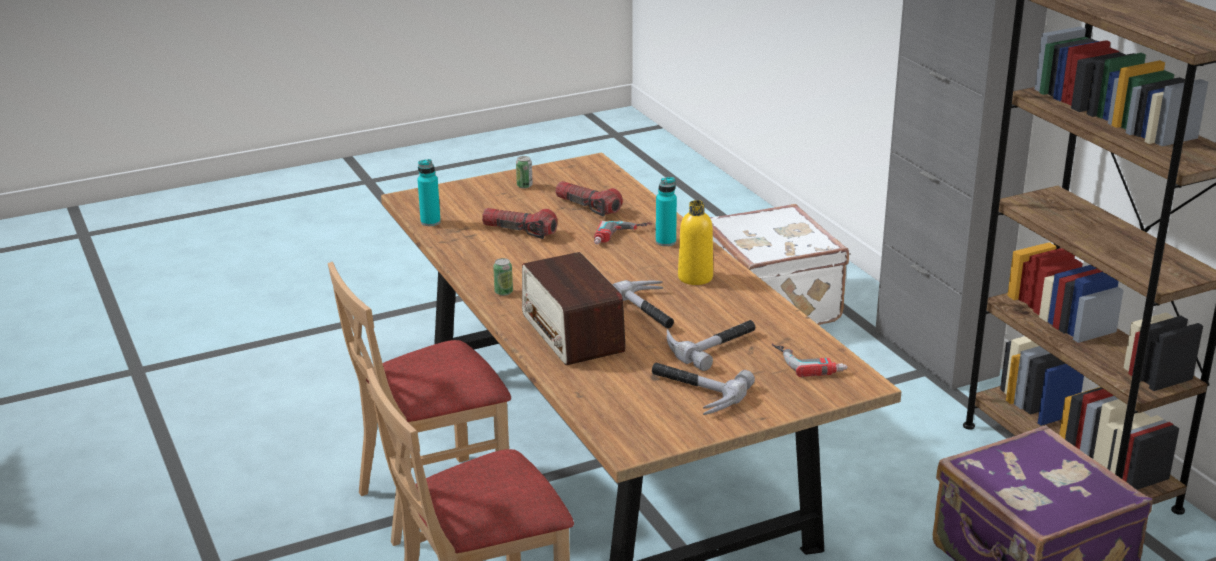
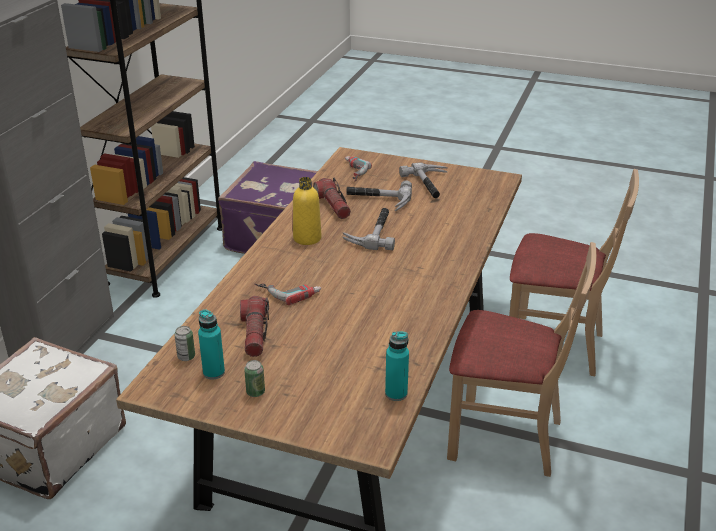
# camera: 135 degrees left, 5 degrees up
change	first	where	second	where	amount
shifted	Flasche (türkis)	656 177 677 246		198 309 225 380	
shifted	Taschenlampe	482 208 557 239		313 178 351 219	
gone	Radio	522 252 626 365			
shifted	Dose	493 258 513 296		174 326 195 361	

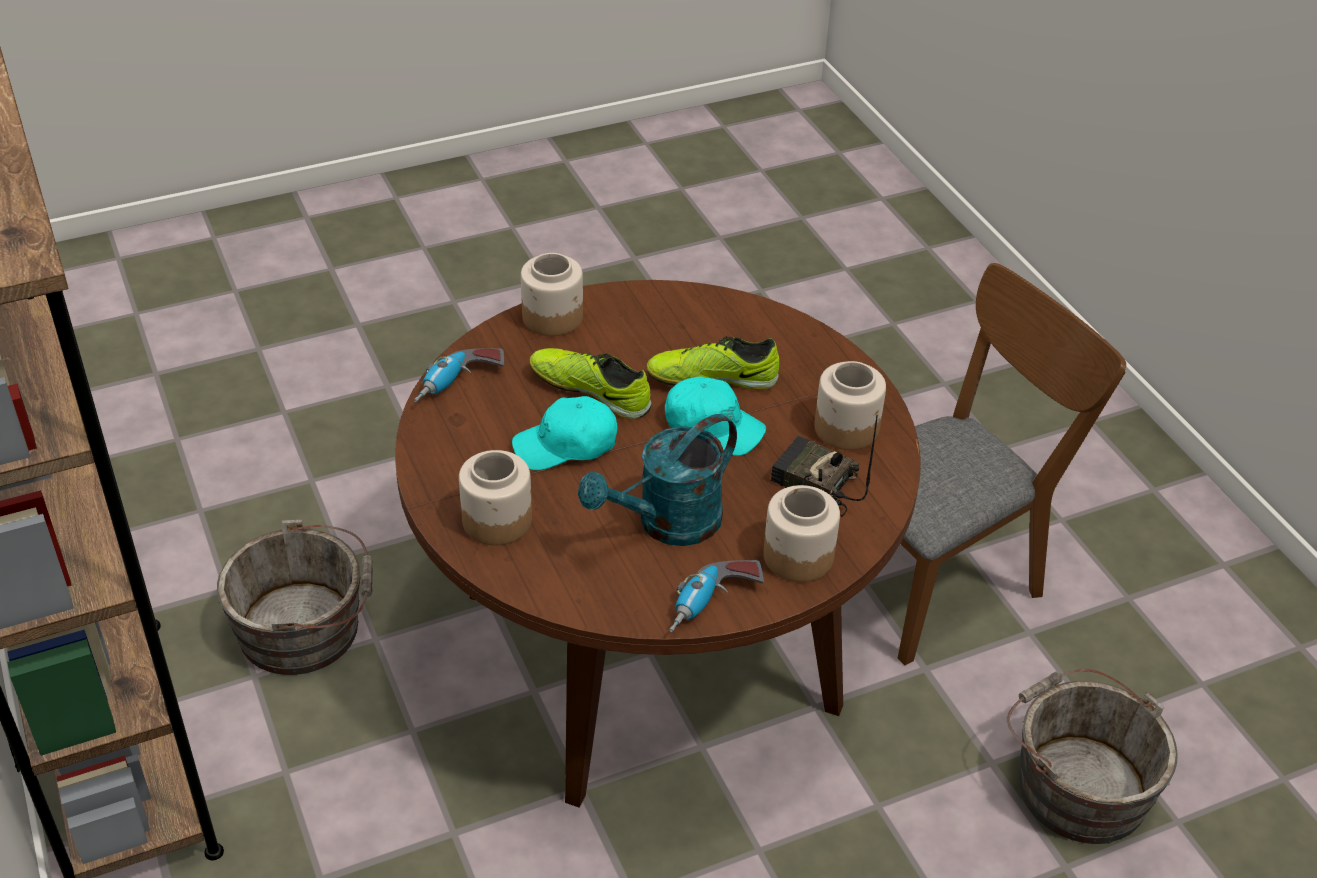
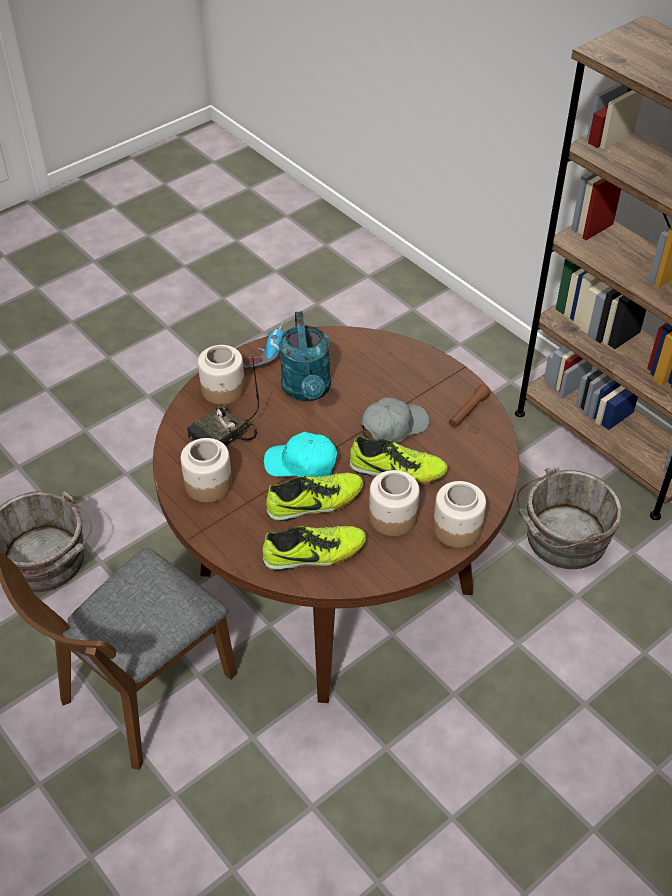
# camera: 165 degrees right, 5 degrees up
change	first	where	second	where	amount
gone	Bohrmaschine	414 348 504 402			
repainted	Kappe (türkis)	512 396 618 470	Kappe (grau)	361 397 429 443	
rotated	Gießkanne (türkis)	578 414 737 546		279 311 331 402	135 degrees clockwise
rotated	Radio	771 415 878 517		187 356 259 446	120 degrees clockwise
shifted	Vorratsglas	459 450 532 546		369 470 420 536	
new			Taschenlampe (braun)	449 384 490 428	
new			Schuh	262 526 366 571	

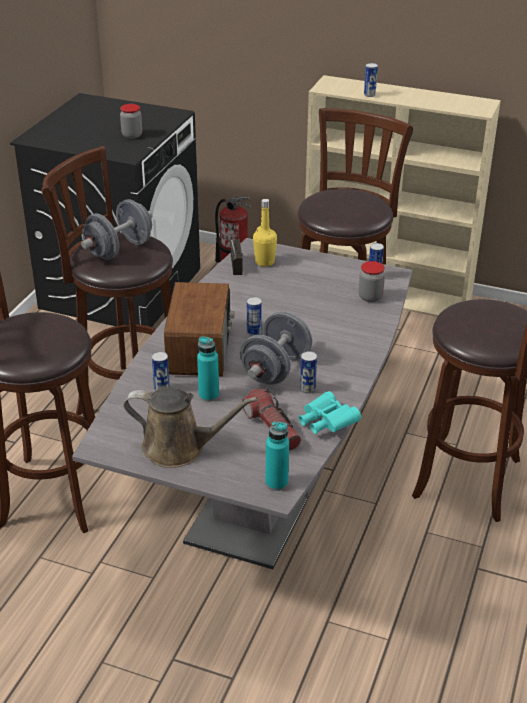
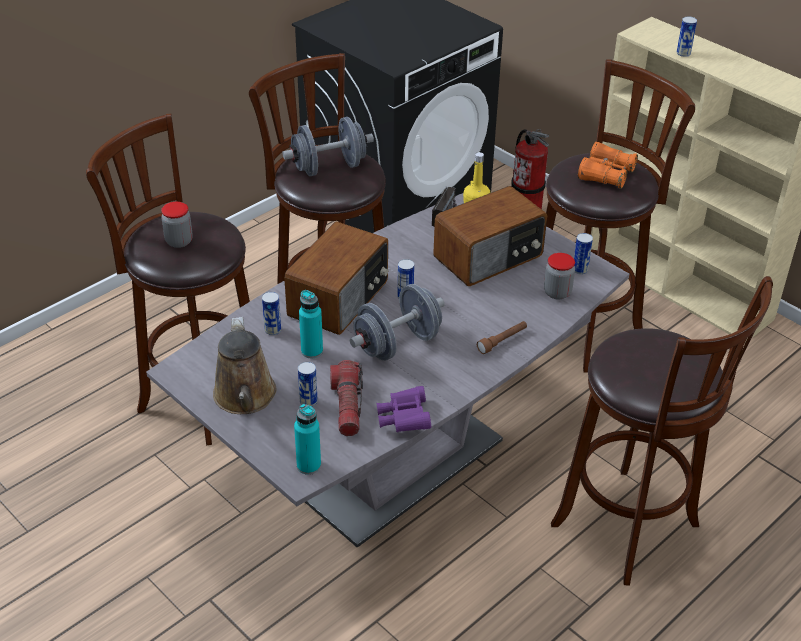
# camera: 25 degrees right, 5 degrees up
change	first	where	second	where	amount
shifted	Vorratsglas	120 104 142 139		161 202 193 248	
shifted	Dose	300 351 317 393		298 362 318 407	
rotated	Gießkanne (braun)	124 387 258 468		213 317 276 414	45 degrees clockwise
repainted	Fernglas (türkis)	299 391 361 434	Fernglas (lila)	376 386 431 432	
new			Fernglas (orange)	578 142 638 189	
new			Radio	433 186 547 286	
new			Taschenlampe (braun)	477 321 527 354	

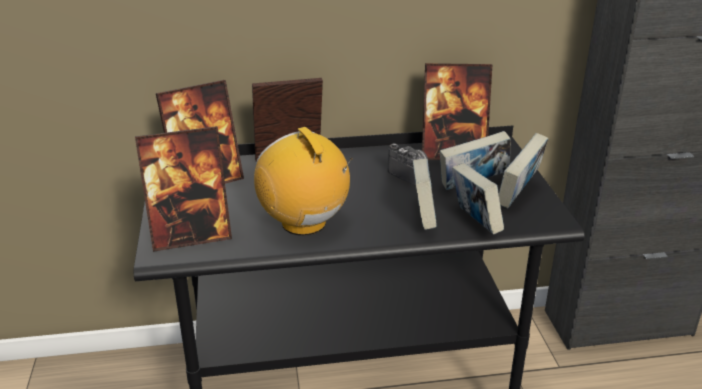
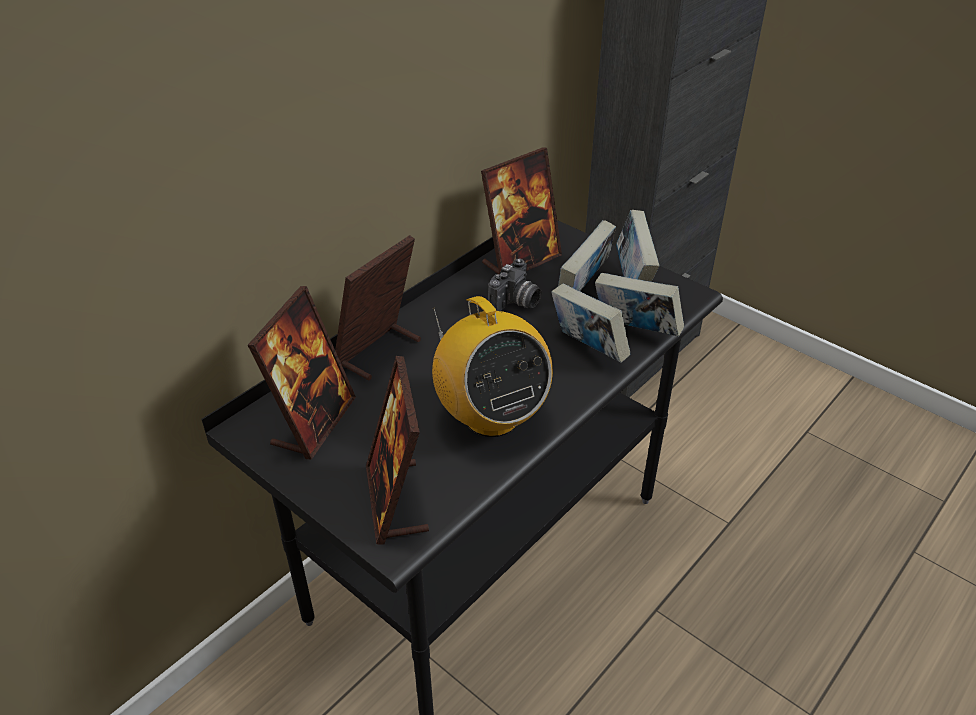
# camera: 40 degrees left, 10 degrees up
change	first	where	second	where	amount
rotated	Bilderrahmen	135 126 232 252		366 356 429 544	135 degrees clockwise
rotated	Radio	254 127 353 235		432 296 553 437	135 degrees counterclockwise
rotated	Kamera	388 143 428 186		488 259 541 311	120 degrees clockwise

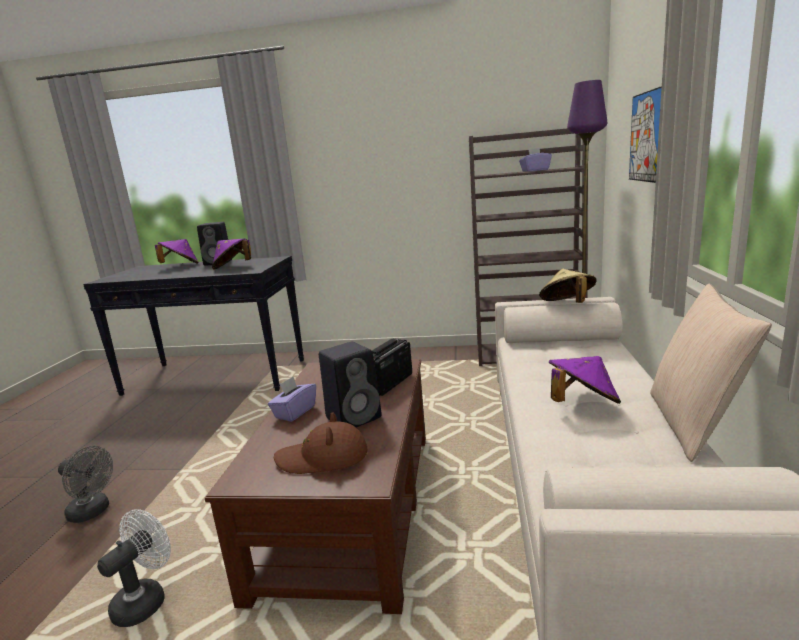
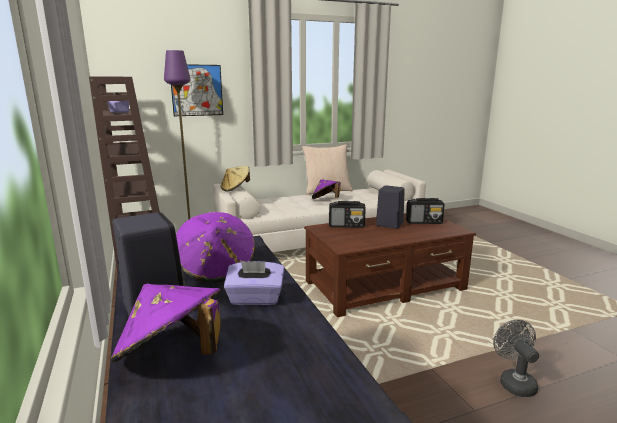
# camera: 120 degrees left, 0 degrees up
change	first	where	second	where	amount
shifted	Taschentuchbox (lila)	268 377 316 422		224 261 284 305	
swapped	Hut (braun)	274 412 367 474	Radio	406 198 445 224	
gone	Ventilator (weiß)	97 509 171 627			

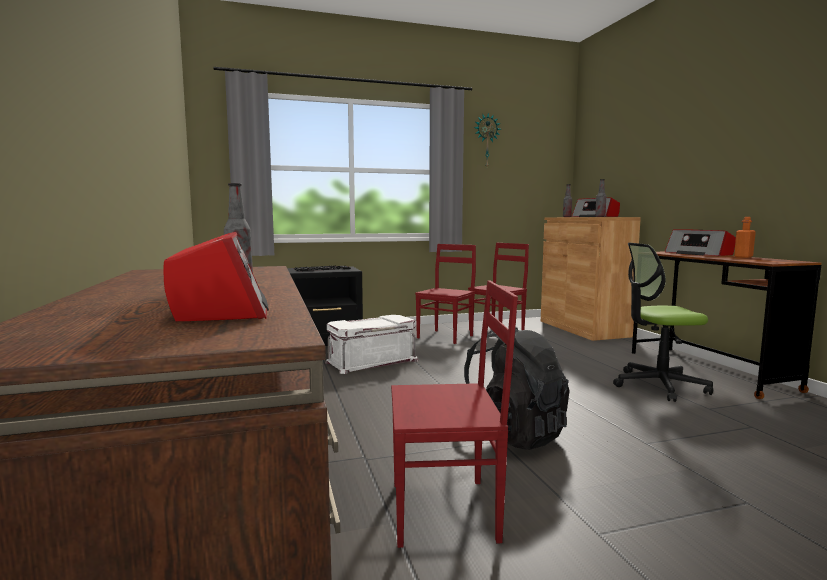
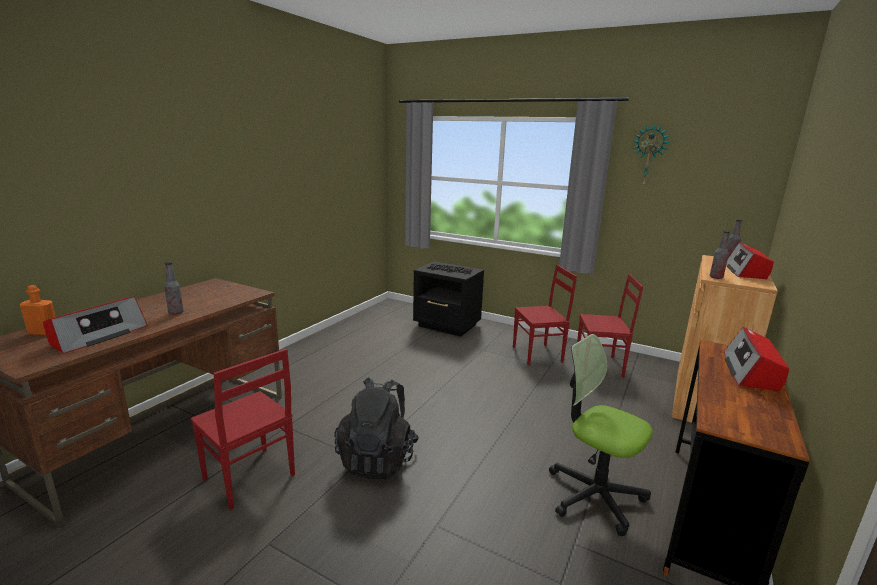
# camera: 45 degrees right, 10 degrees up
change	first	where	second	where	amount
shifted	Flasche (orange)	734 217 756 258		20 285 55 335	
gone	Aufbewahrungsbox (weiß)	325 315 418 374			

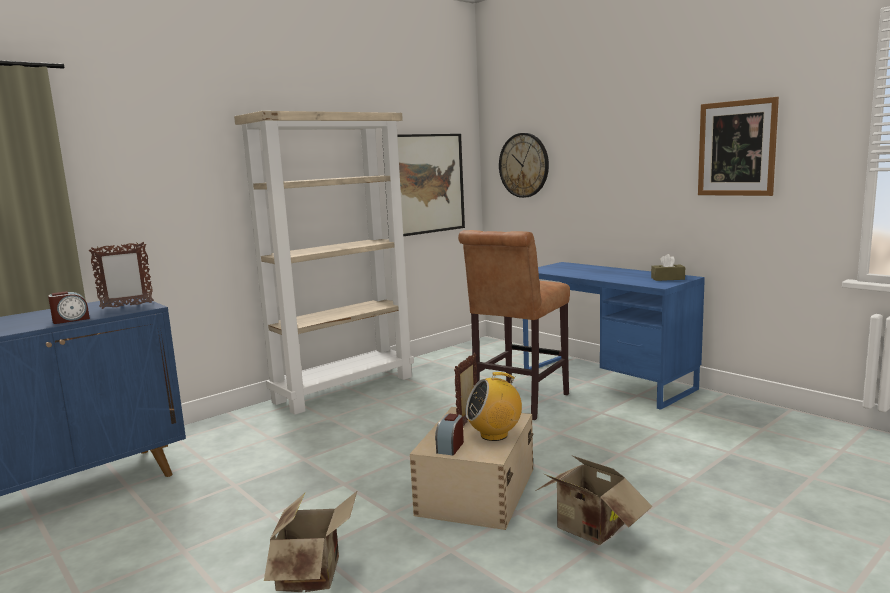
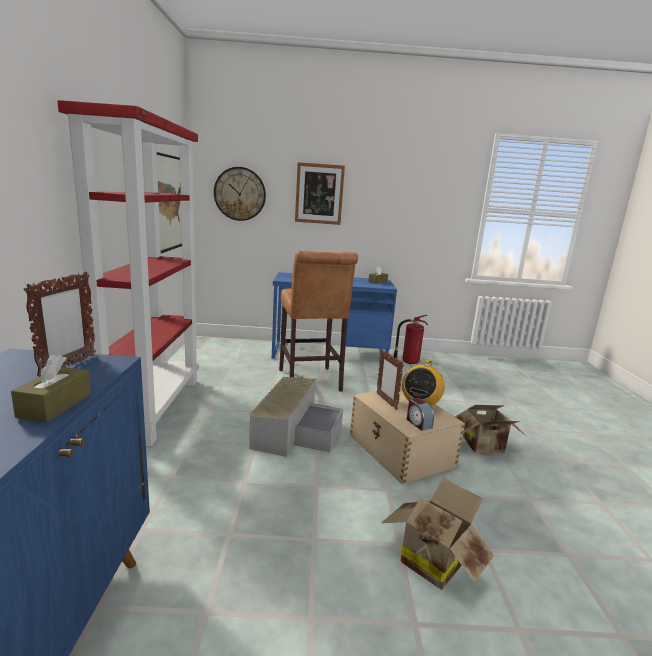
# camera: 50 degrees left, 5 degrees up
change	first	where	second	where	amount
shifted	Bild	698 97 779 196		295 162 345 225	
repainted	Bücherregal (beige)	234 111 414 415	Bücherregal (rot)	58 100 199 446	
swapped	Wecker	48 291 90 324	Taschentuchbox (braun)	11 354 91 422	
new			Feuerlöscher	394 315 428 365	
new			Aufbewahrungsbox (grau)	249 377 343 457	

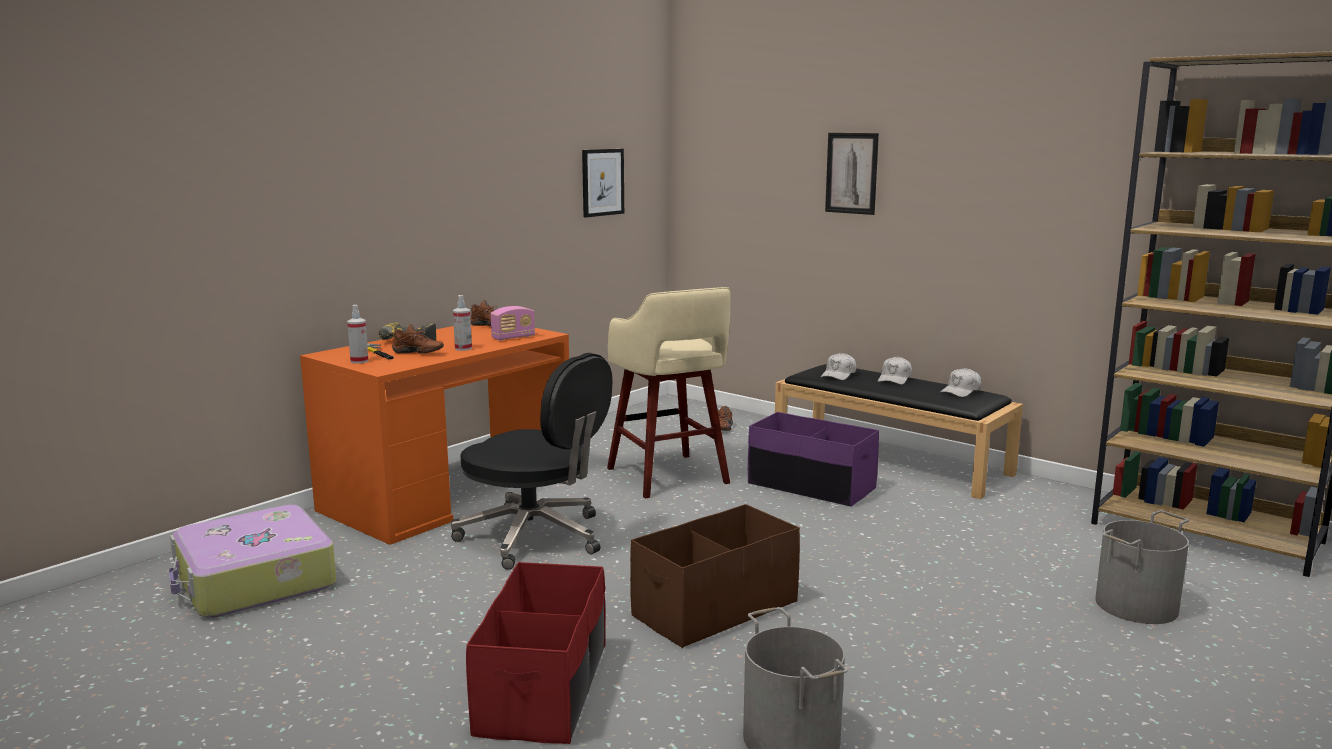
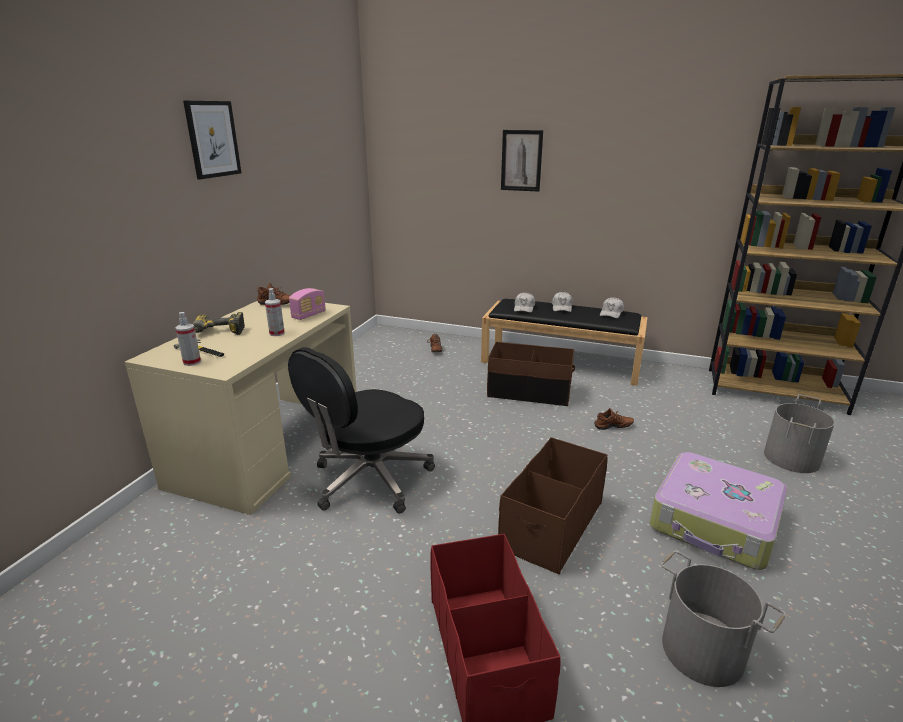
# camera: 20 degrees left, 10 degrees up
change	first	where	second	where	amount
shifted	Bild	582 149 624 217		183 101 241 179	
gone	Hocker (beige)	607 287 730 499			
repainted	Schreibtisch (orange)	300 324 569 545	Schreibtisch (beige)	125 301 357 515	
shifted	Schuh (braun)	392 324 444 354		594 408 634 430	
rotated	Bürostuhl (schwarz)	451 353 613 570		288 347 435 514	120 degrees clockwise
repainted	Aufbewahrungsbox (lila)	748 412 879 507	Aufbewahrungsbox (braun)	487 342 575 406	
shifted	Koffer	168 505 336 618		650 452 788 570	

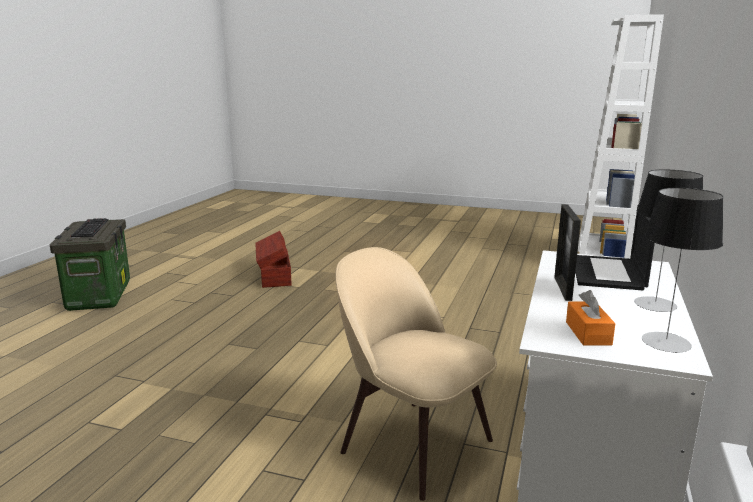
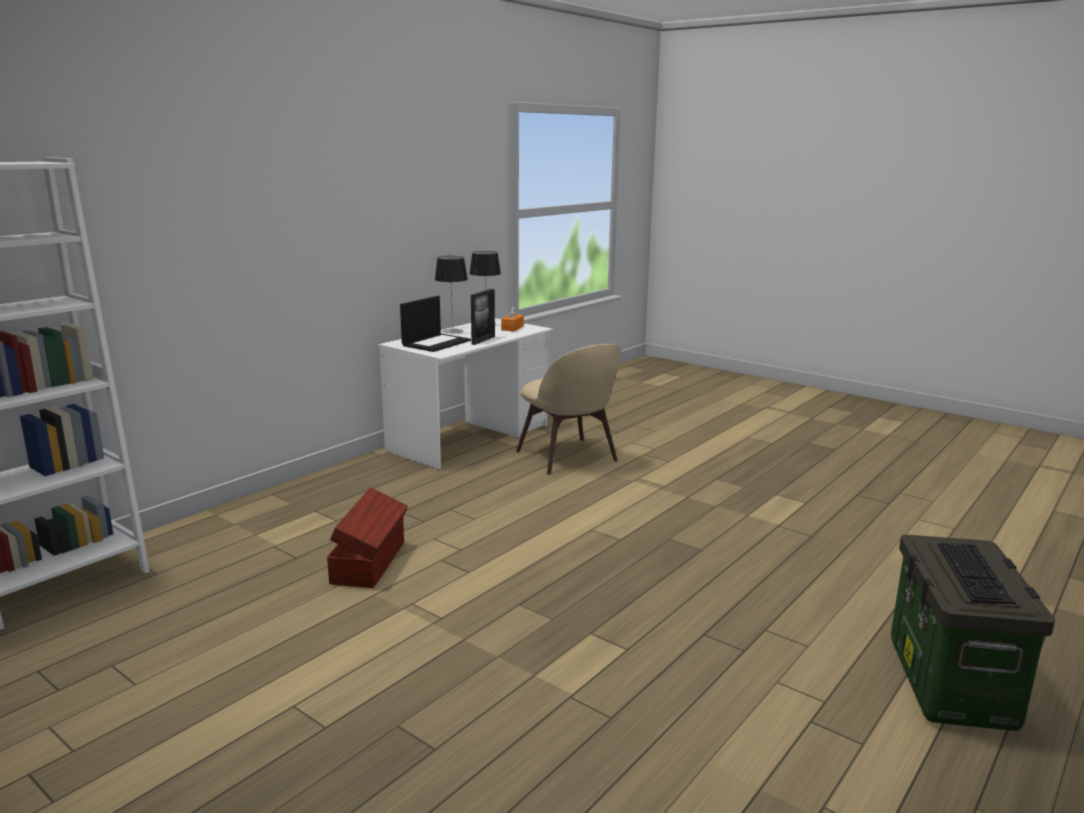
# camera: 160 degrees left, 0 degrees up
change	first	where	second	where	amount
shifted	Aufbewahrungsbox (braun)	256 231 292 288		327 487 408 588	

